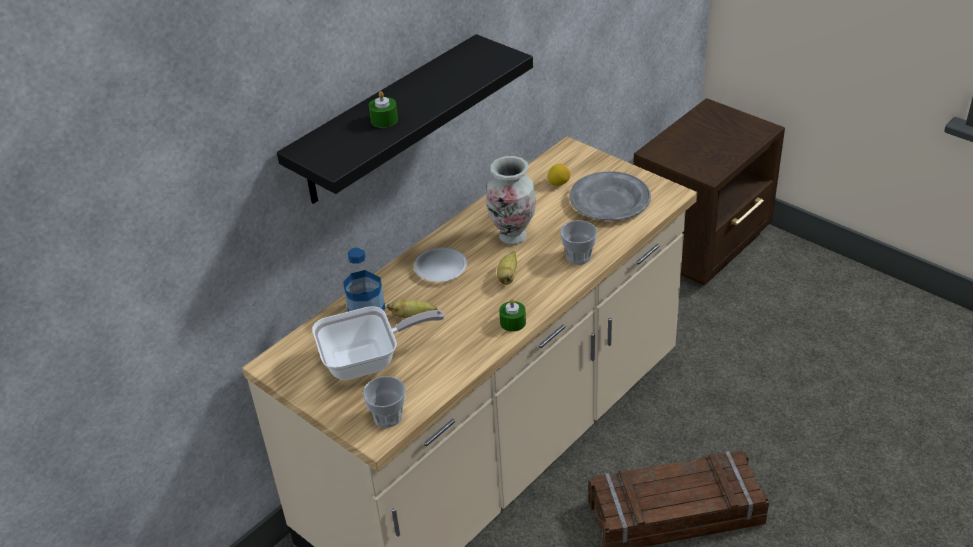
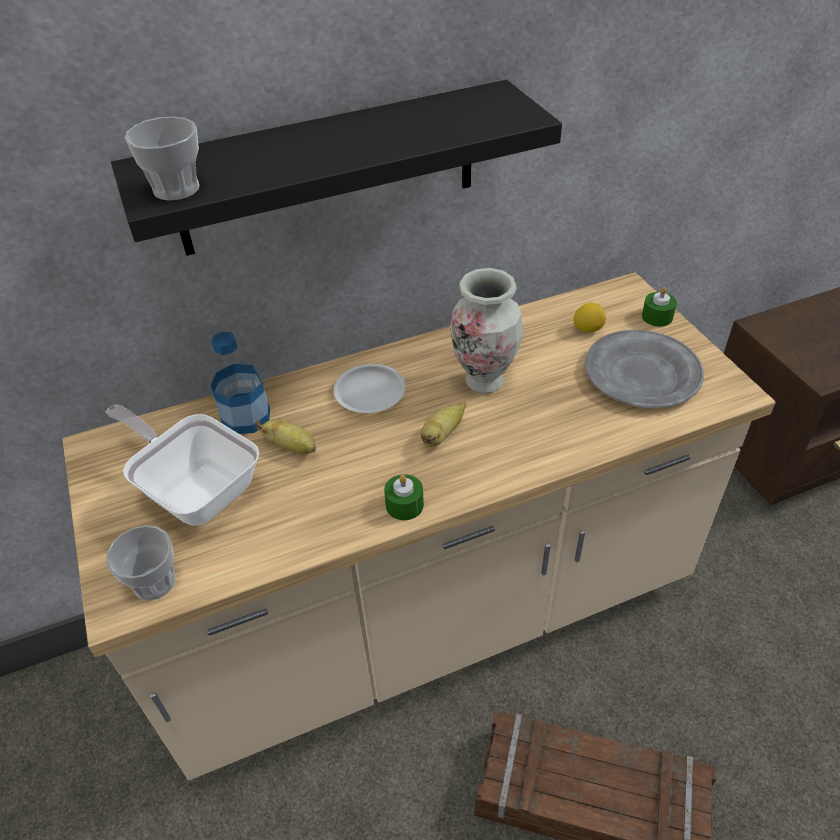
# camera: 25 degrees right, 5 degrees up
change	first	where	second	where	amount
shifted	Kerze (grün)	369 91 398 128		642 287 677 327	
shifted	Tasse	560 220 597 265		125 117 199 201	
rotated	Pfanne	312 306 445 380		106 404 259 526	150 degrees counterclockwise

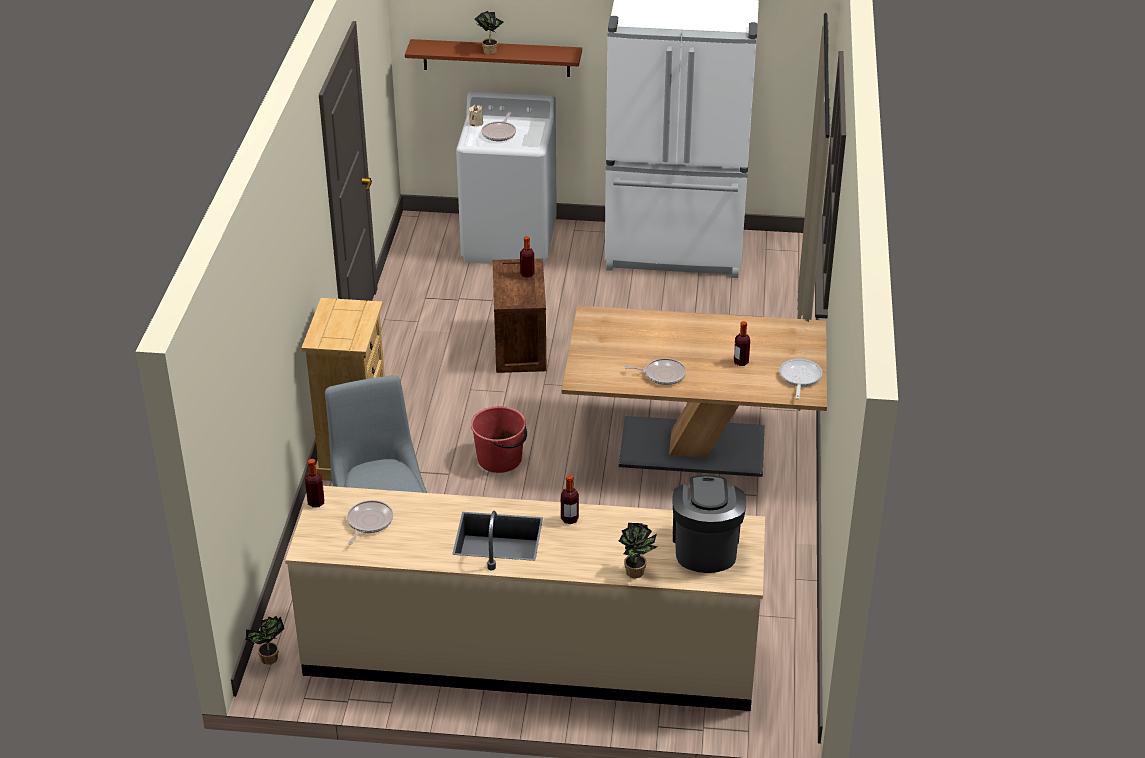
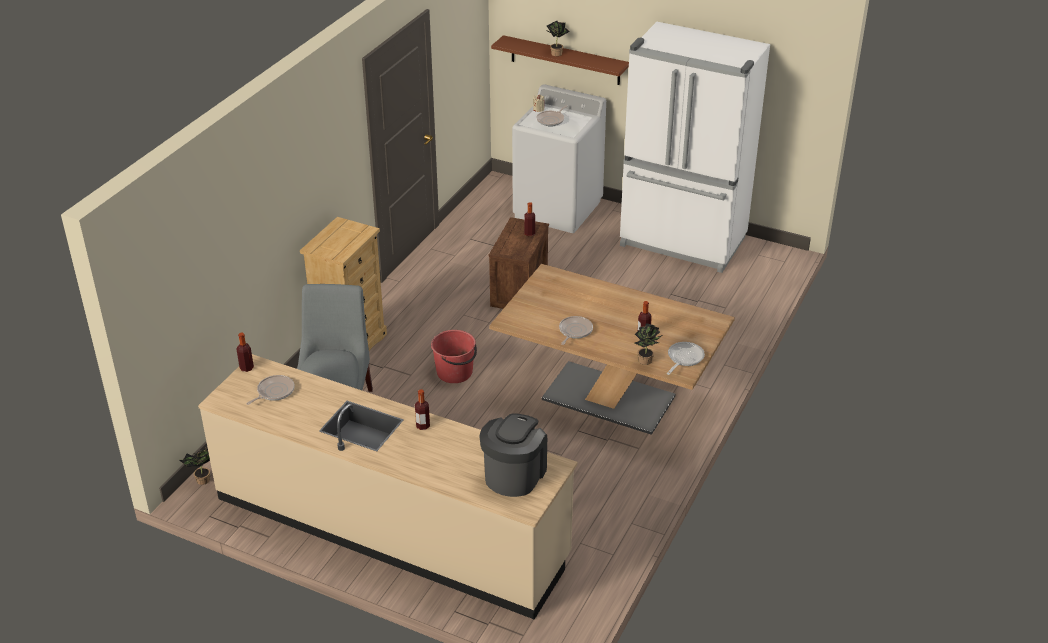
# camera: 20 degrees right, 0 degrees up
change	first	where	second	where	amount
rotated	Pfanne	624 358 686 385		559 316 593 345	90 degrees counterclockwise
shifted	Topfpflanze	619 523 658 578		635 323 662 365	

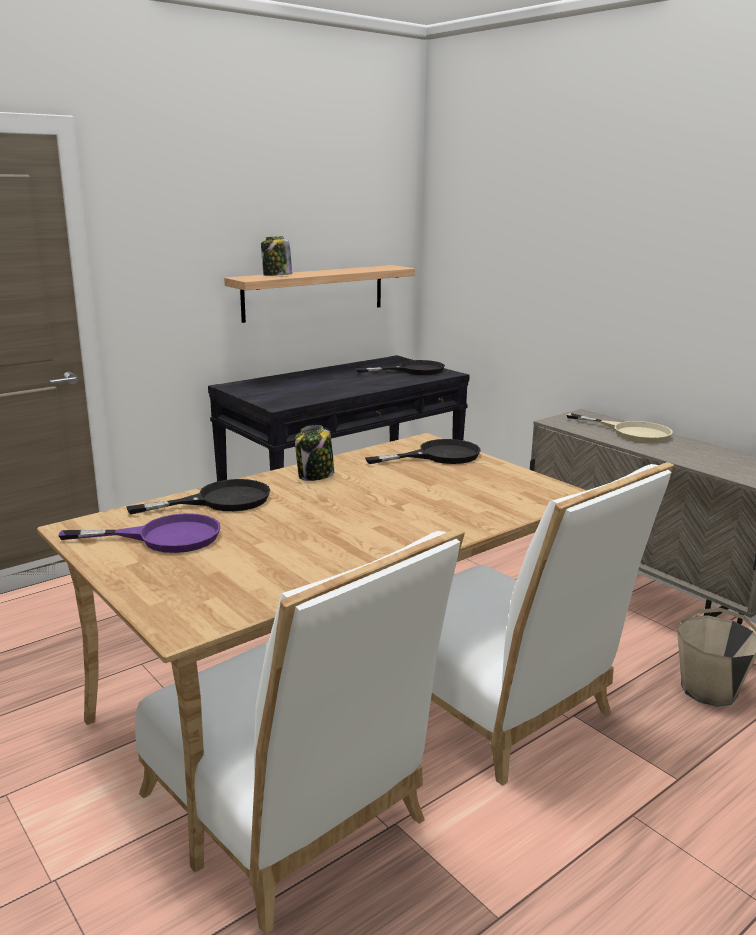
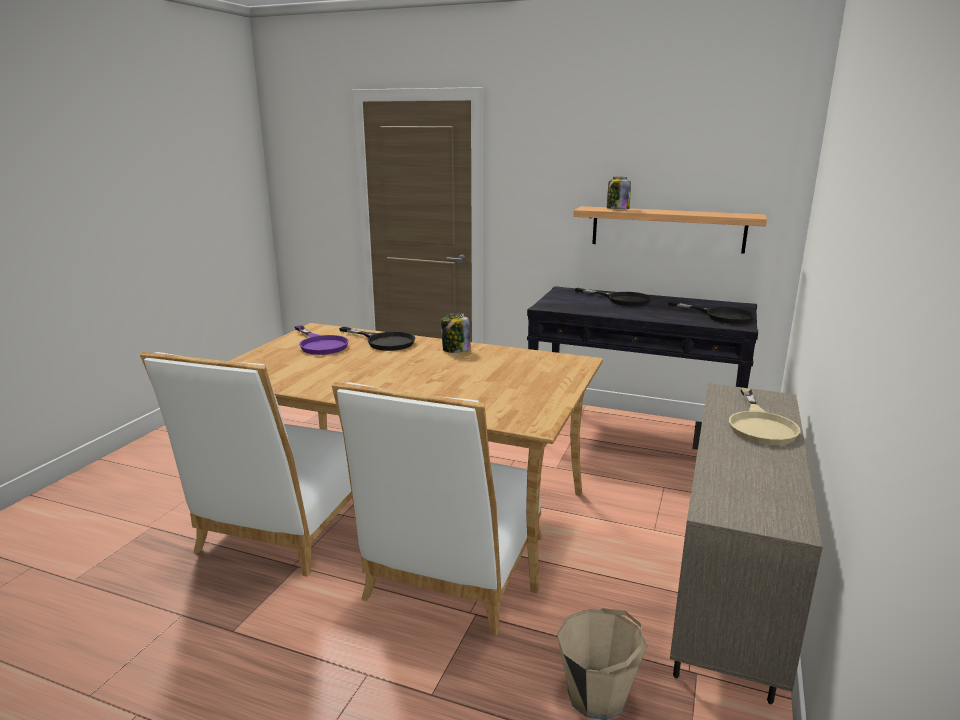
# camera: 60 degrees right, 0 degrees up
change	first	where	second	where	amount
shifted	Pfanne (schwarz)	365 439 481 464		575 288 651 306	

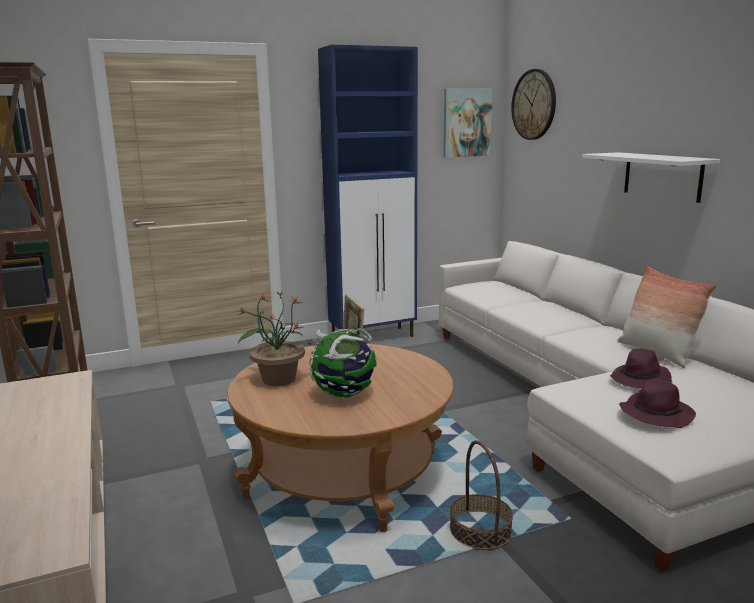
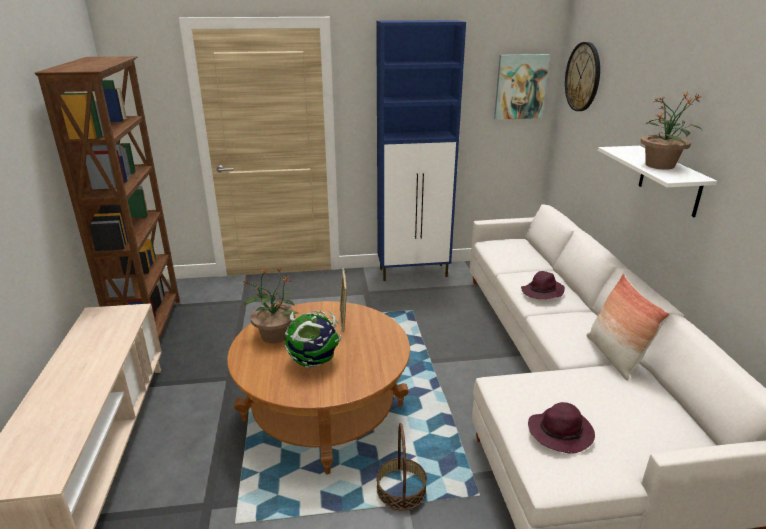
# camera: 15 degrees right, 10 degrees up
change	first	where	second	where	amount
shifted	Hut (lila)	610 349 673 388		521 271 565 299	
new			Topfpflanze	640 92 702 170	

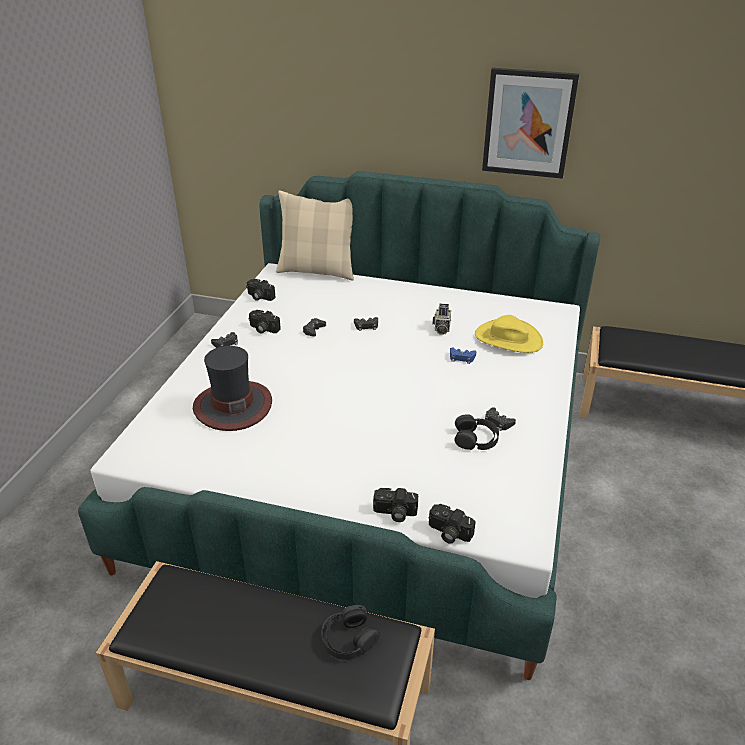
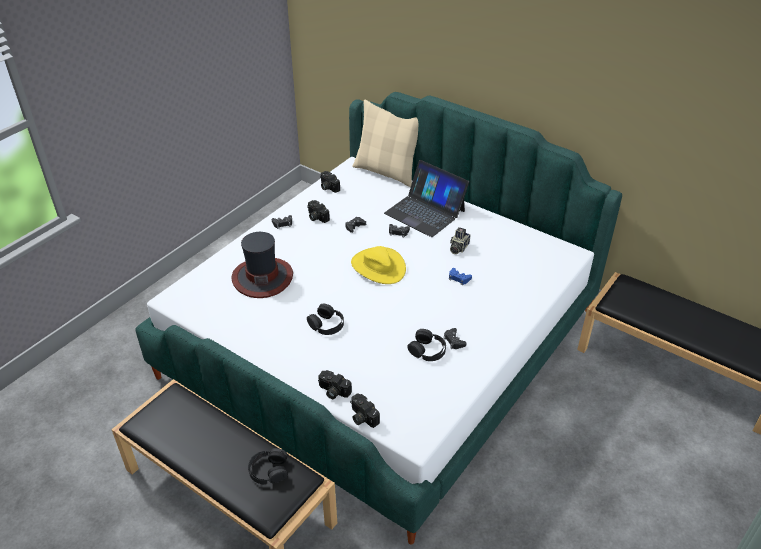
# camera: 20 degrees right, 5 degrees up
change	first	where	second	where	amount
gone	Bild	482 68 579 179			
shifted	Hut (gelb)	475 315 543 353		351 246 406 284	
new			Laptop	384 160 469 237	
new			Kopfhörer (schwarz)	307 304 344 335	

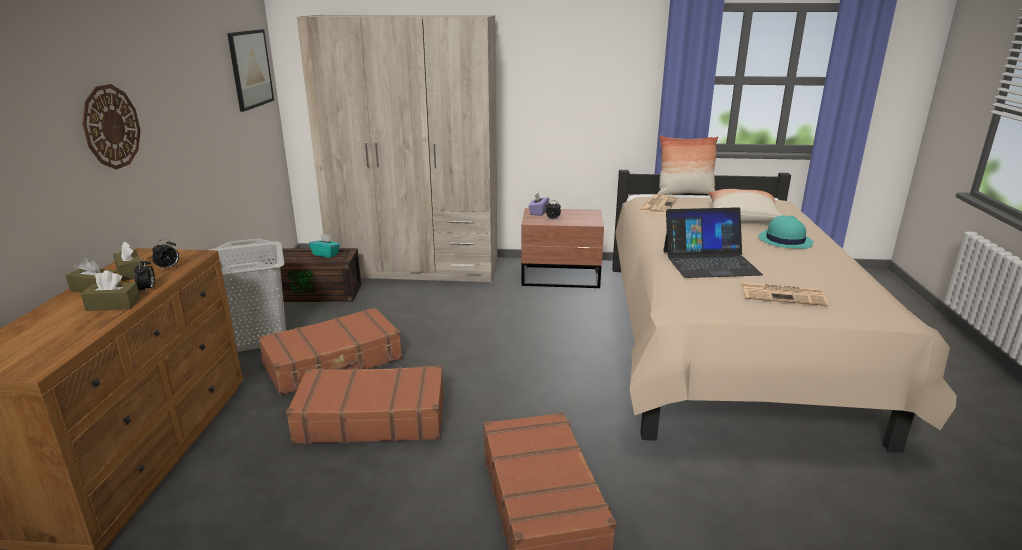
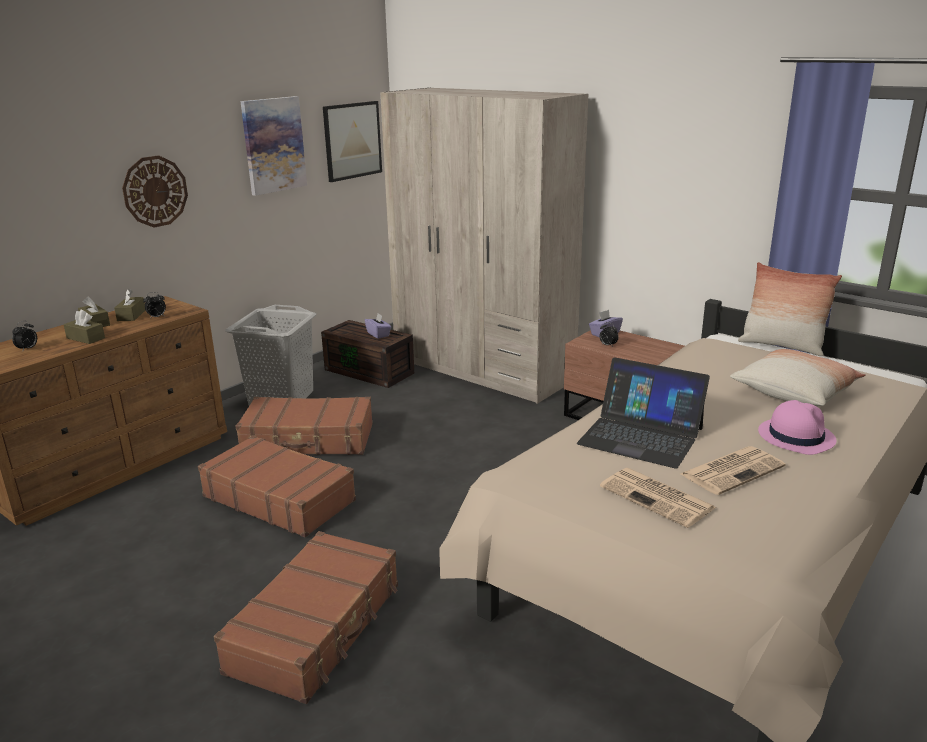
# camera: 35 degrees right, 0 degrees up
change	first	where	second	where	amount
shifted	Zeitung	639 194 677 214		680 446 786 495	
repainted	Hut (türkis)	759 215 813 249	Hut (rosa)	758 400 837 455	
repainted	Taschentuchbox (türkis)	309 234 340 258	Taschentuchbox (lila)	365 314 391 339	
shifted	Wecker	134 258 155 291		12 321 37 351	
new			Bild	240 96 307 196	

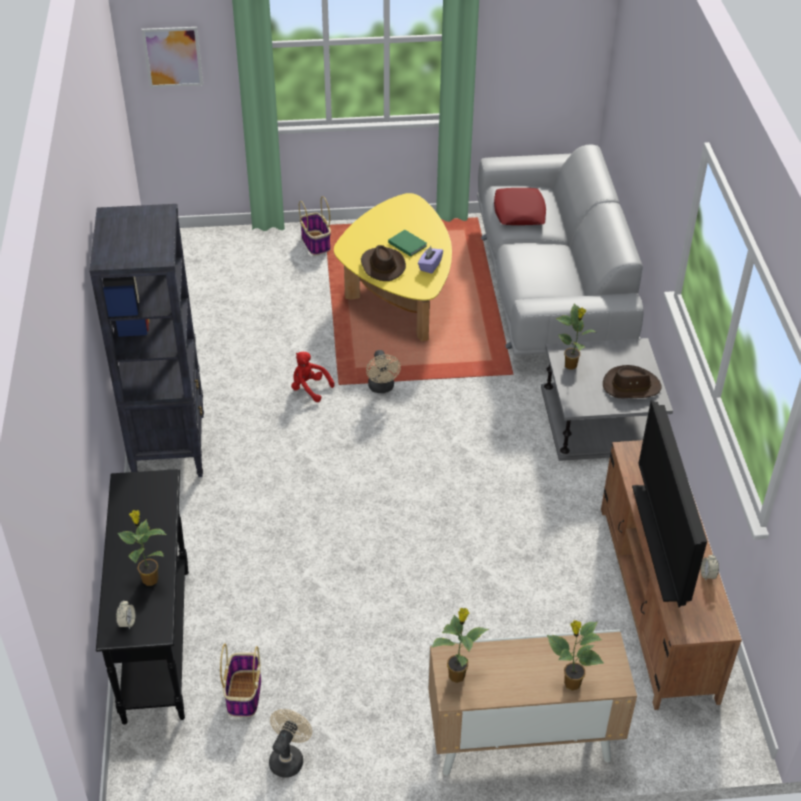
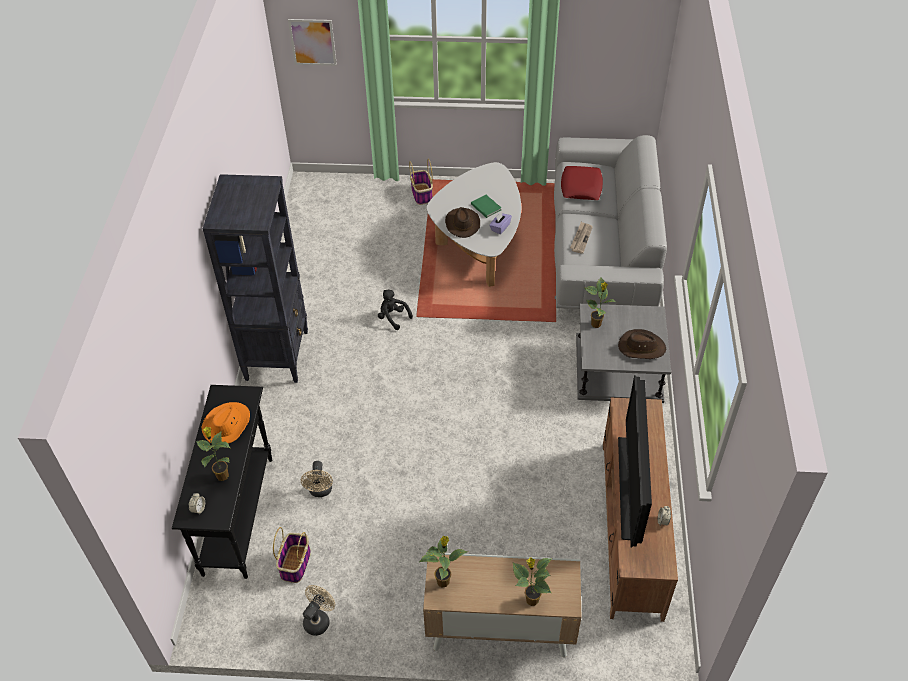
# camera: 10 degrees right, 5 degrees up
change	first	where	second	where	amount
repainted	Couchtisch (gelb)	334 193 452 342	Couchtisch (weiß)	427 162 521 287	
shifted	Ventilator (beige)	366 350 401 393		301 461 333 497	
repainted	Plüschtier (rot)	291 352 335 402	Plüschtier (schwarz)	378 290 413 330	
new			Zeitung	570 222 593 254	
new			Hut (orange)	202 402 250 444	

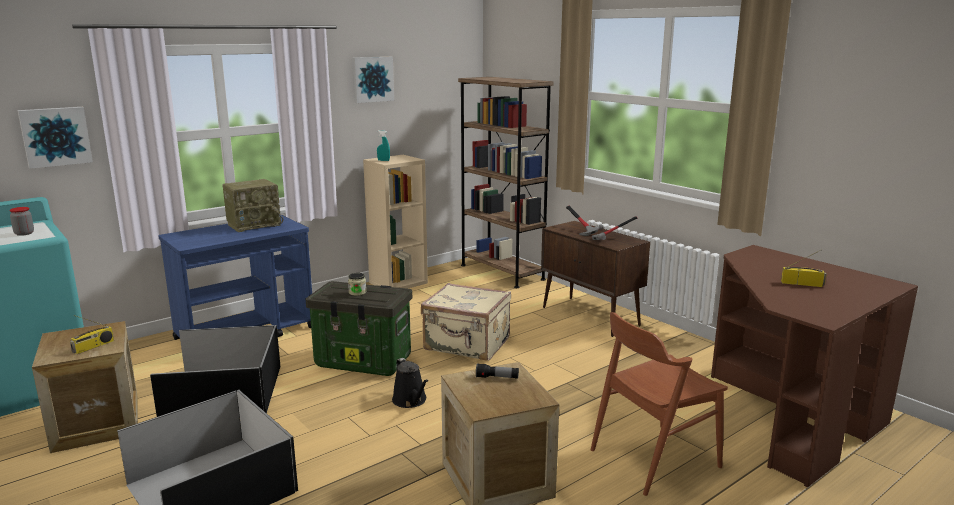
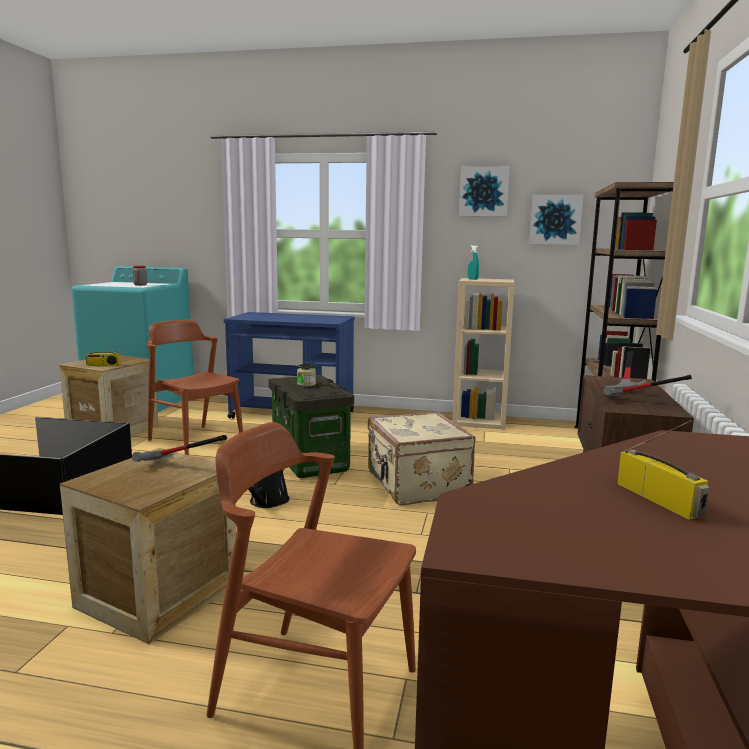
# camera: 50 degrees right, 5 degrees down
change	first	where	second	where	amount
shifted	Bild	18 107 93 169		529 195 583 245	
gone	Radio	222 179 283 232			
swapped	Aufbewahrungsbox (schwarz)	150 325 280 417	Stuhl (braun)	147 319 243 455	
swapped	Taschenlampe	476 363 519 379	Hammer	132 435 227 462	

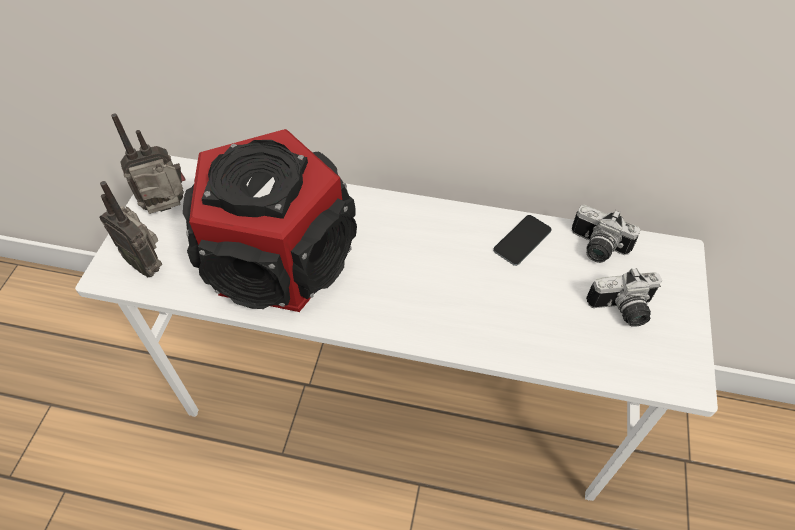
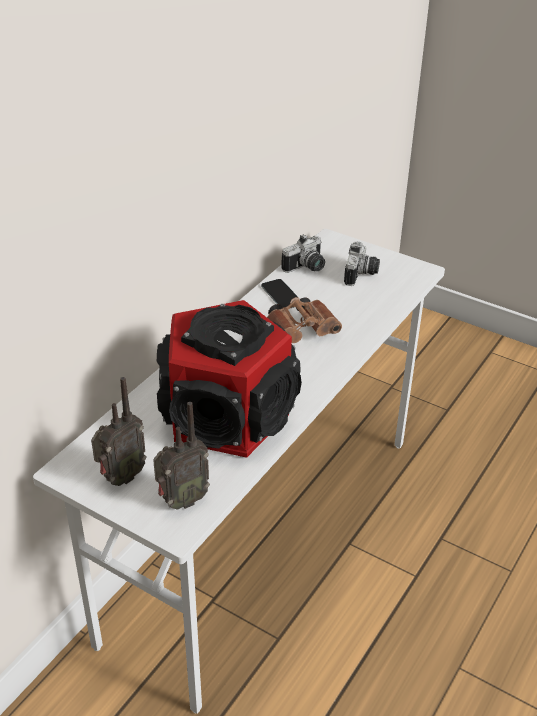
# camera: 70 degrees left, 15 degrees down
change	first	where	second	where	amount
rotated	Radio	111 113 186 214		91 377 147 486	135 degrees counterclockwise
new			Fernglas (braun)	267 297 342 343	

